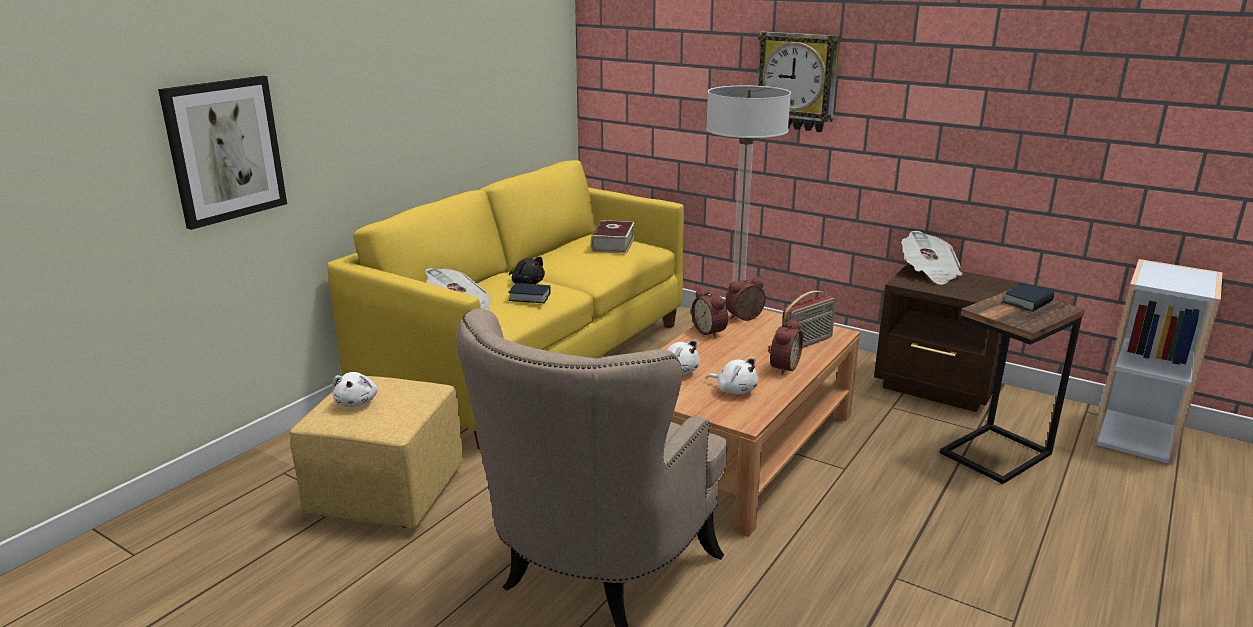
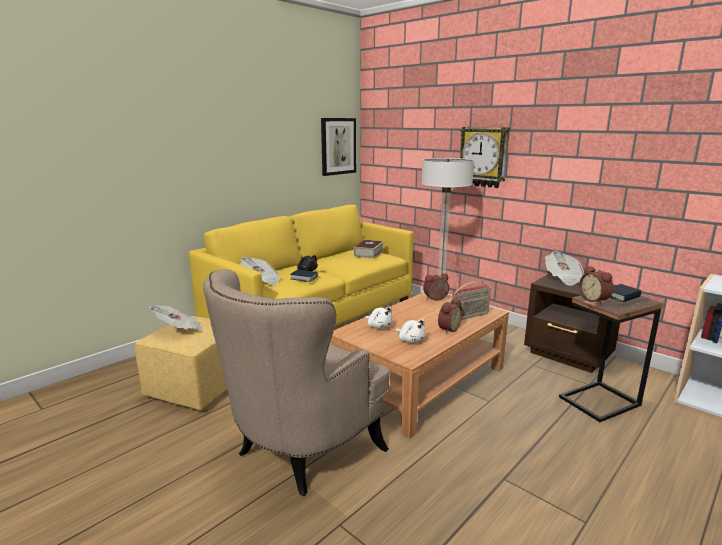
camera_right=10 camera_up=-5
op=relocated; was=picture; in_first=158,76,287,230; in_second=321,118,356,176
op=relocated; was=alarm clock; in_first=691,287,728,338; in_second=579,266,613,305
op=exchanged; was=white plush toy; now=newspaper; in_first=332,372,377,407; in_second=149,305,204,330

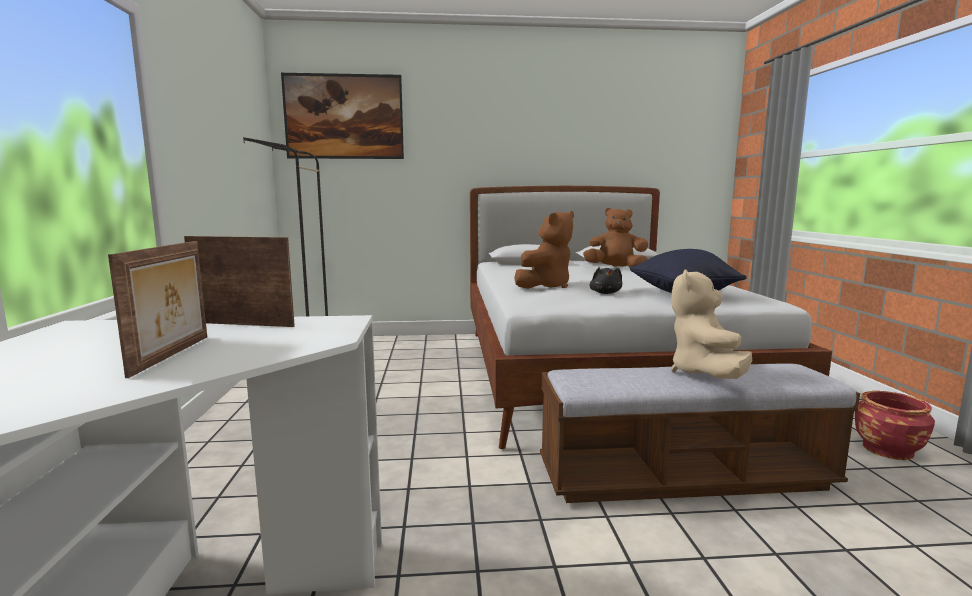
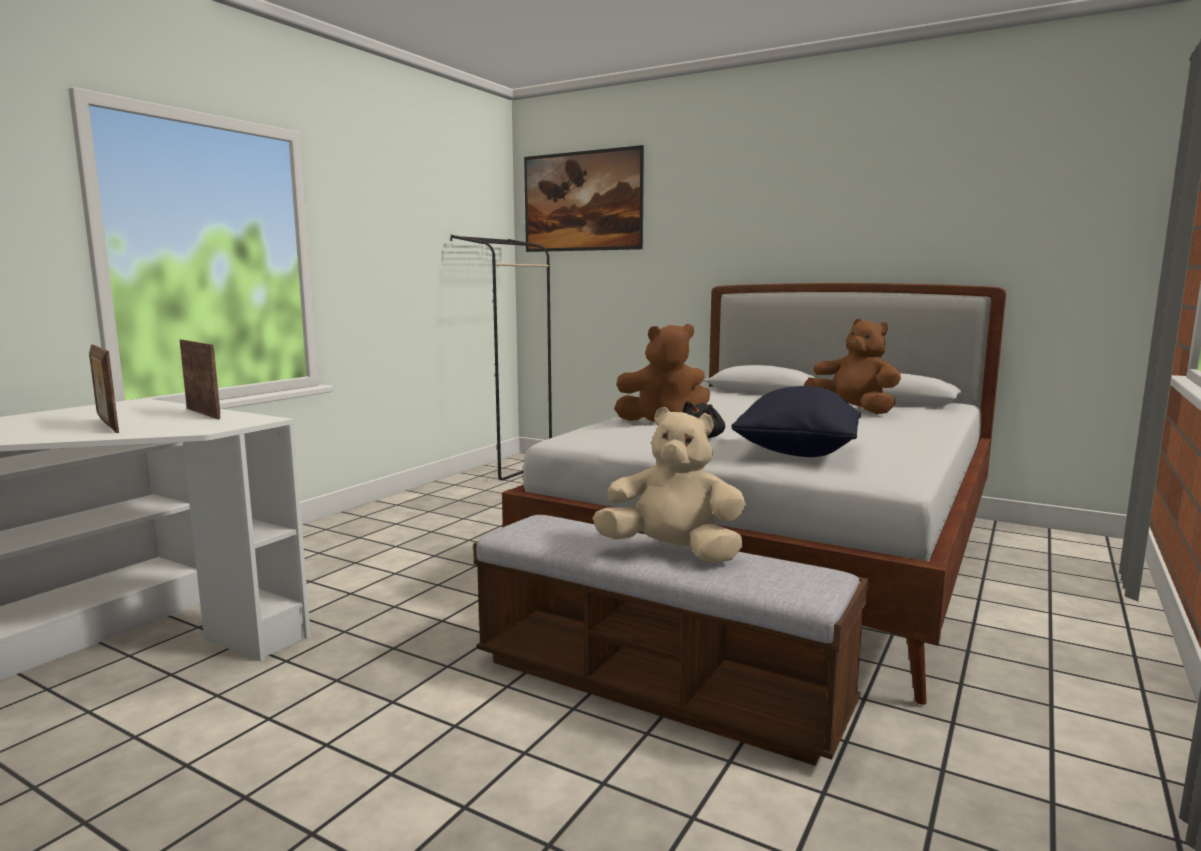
camera_right=35 camera_up=0
op=spun; was=picture frame; in_first=108,241,207,378; in_second=89,344,119,433; clockwise=105
op=spun; was=beige plush toy; in_first=671,269,752,379; in_second=592,407,746,563; clockwise=60
op=missing; was=red planter; in_first=855,391,935,460

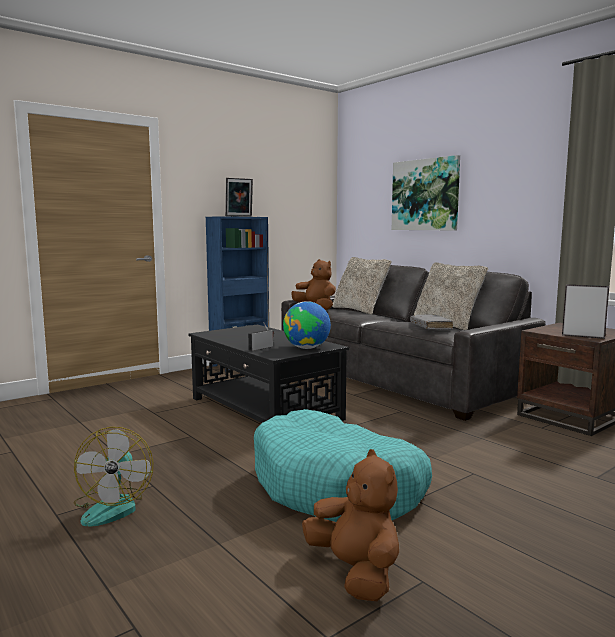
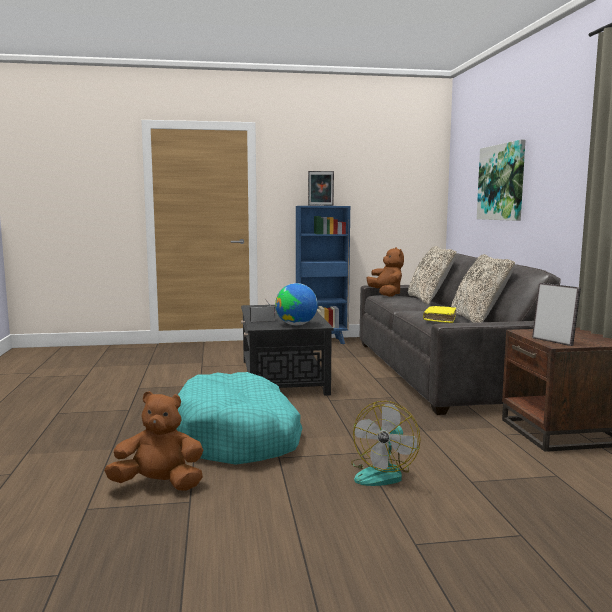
camera_right=30 camera_up=0
op=colour; was=grey book; now=yellow book; in_first=410,314,453,330; in_second=423,306,456,323
op=relocated; was=fan; in_first=74,427,153,527; in_second=351,401,421,486
op=spun; was=brown plush toy; in_first=302,449,399,601; in_second=104,391,203,491; clockwise=-90

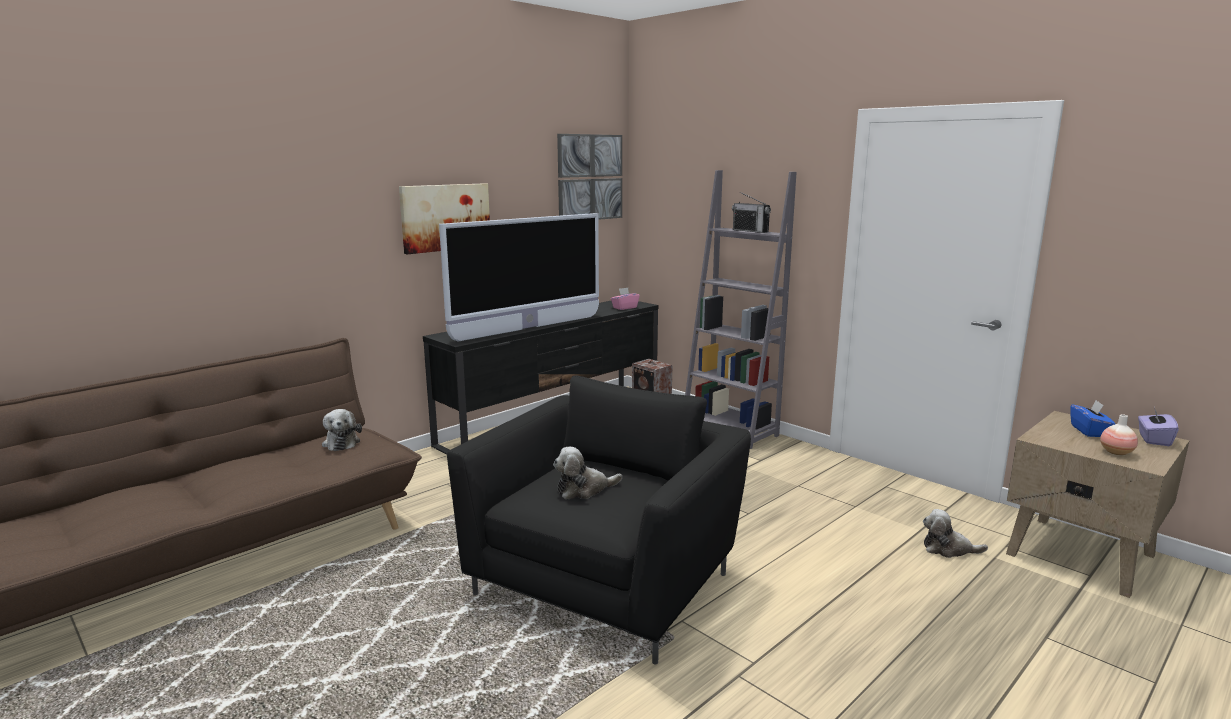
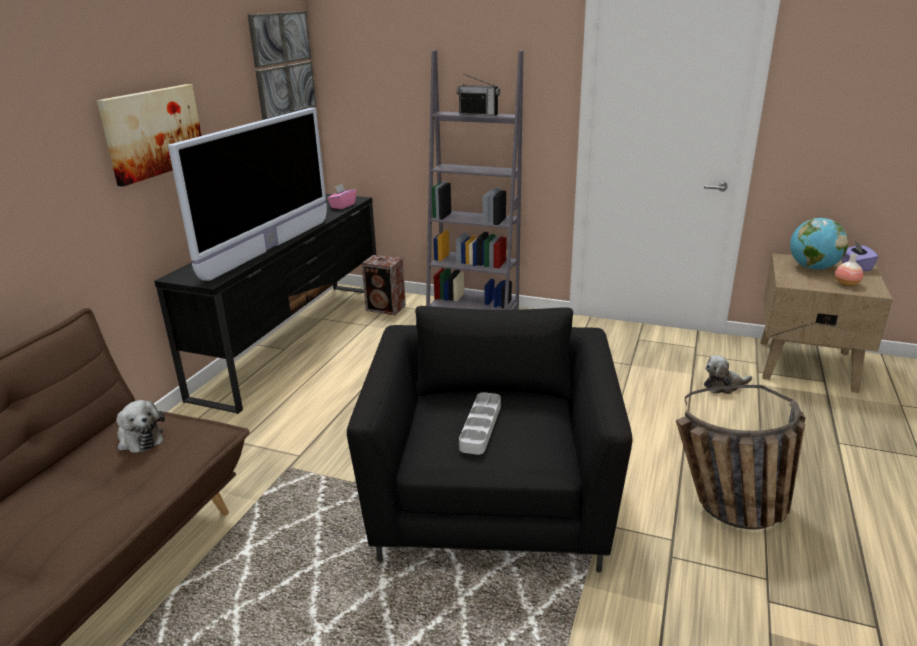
camera_right=-25 camera_up=10
op=exchanged; was=blue tissue box; now=globe; in_first=1071,400,1115,437; in_second=790,218,848,270
op=exchanged; was=plush toy; now=grey tray; in_first=553,447,622,499; in_second=459,392,501,455
op=appeared; now=basket; in_second=676,385,805,529

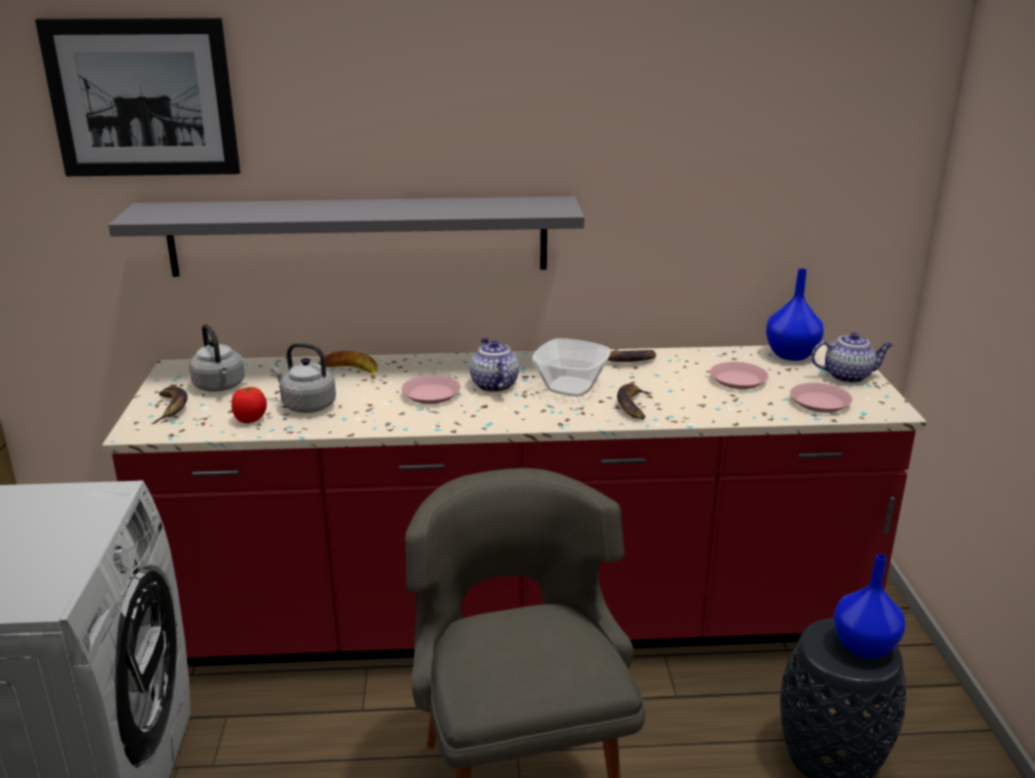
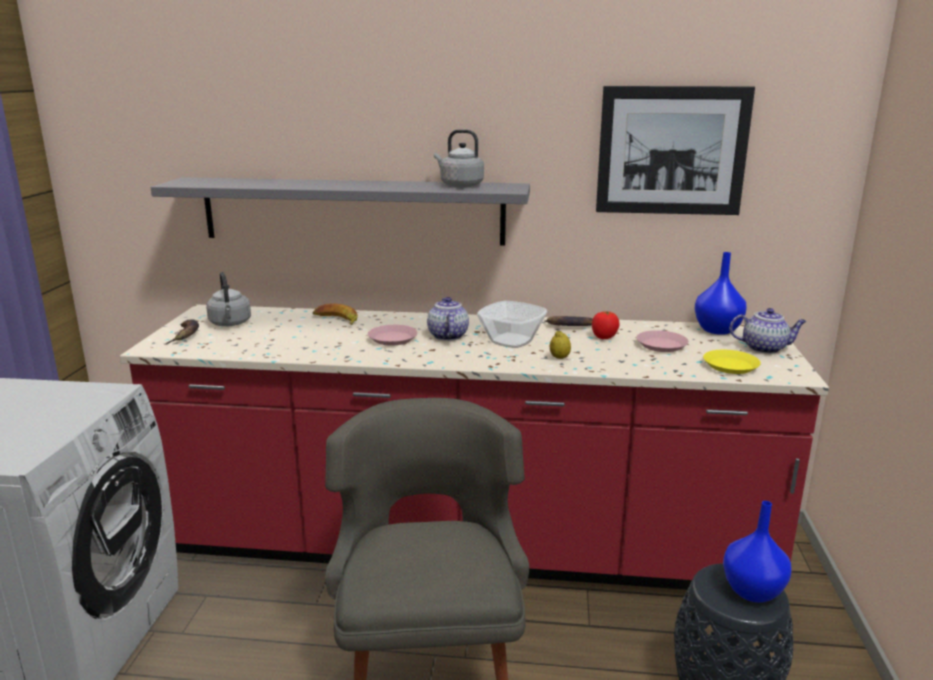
camera_right=10 camera_up=-5
op=relocated; was=picture; in_first=35,18,240,176; in_second=596,86,755,215
op=relocated; was=grey kettle; in_first=271,343,336,413; in_second=434,129,484,187
op=colour; was=pink plate; now=yellow plate; in_first=790,383,853,413; in_second=703,350,761,374
op=exchanged; was=banana; now=lemon; in_first=617,384,652,420; in_second=550,331,571,359
op=relocated; was=tomato; in_first=231,387,267,423; in_second=592,311,620,339

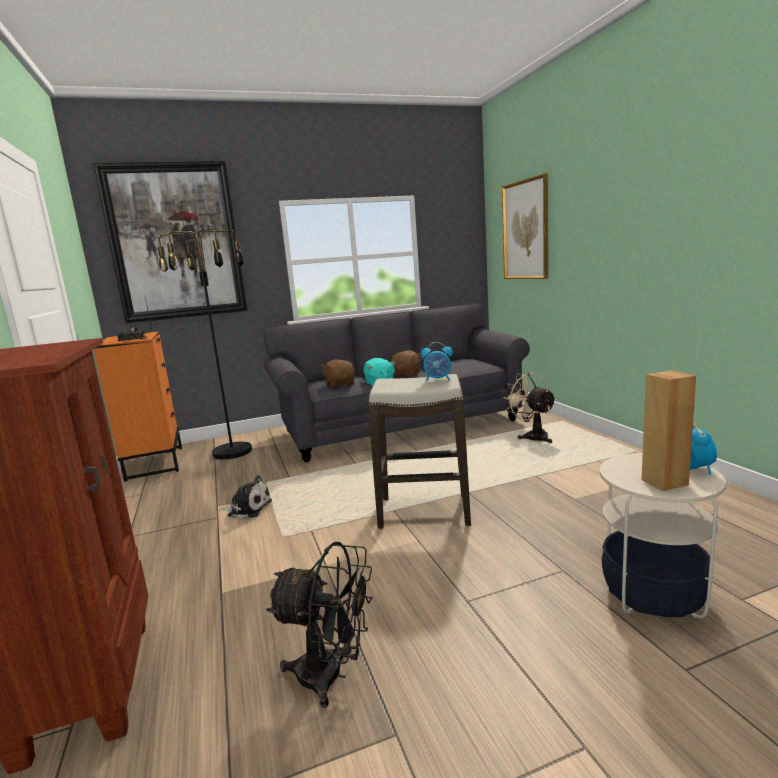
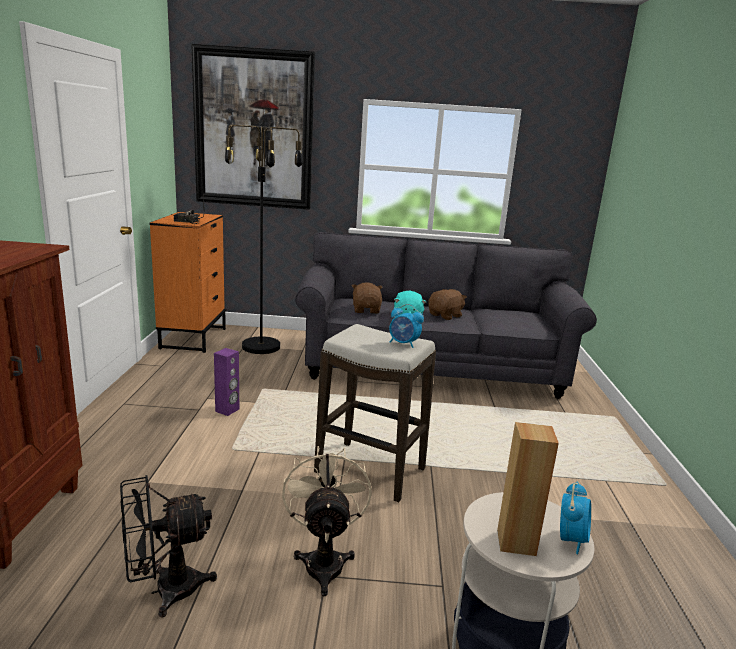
camera_right=20 camera_up=5
op=missing; was=picture; in_first=502,173,548,279
op=relocated; was=beige fan; in_first=503,372,556,443; in_second=282,446,372,596
op=exchanged; was=plush toy; now=purple speaker; in_first=219,475,272,519; in_second=214,348,239,416
op=spun; was=black fan; in_first=266,542,373,708; in_second=120,475,217,618; clockwise=120

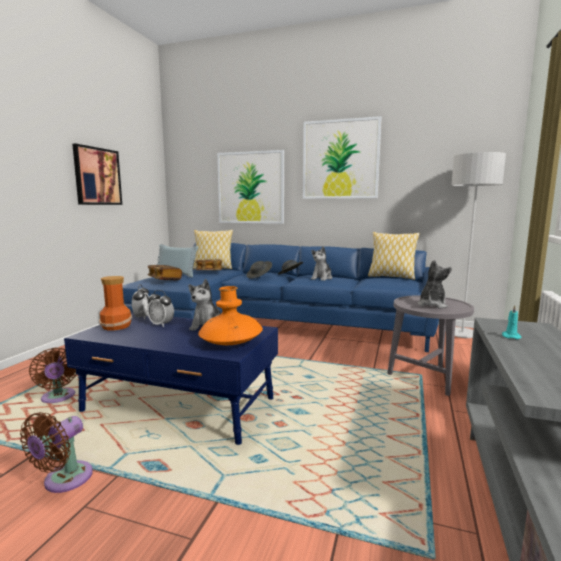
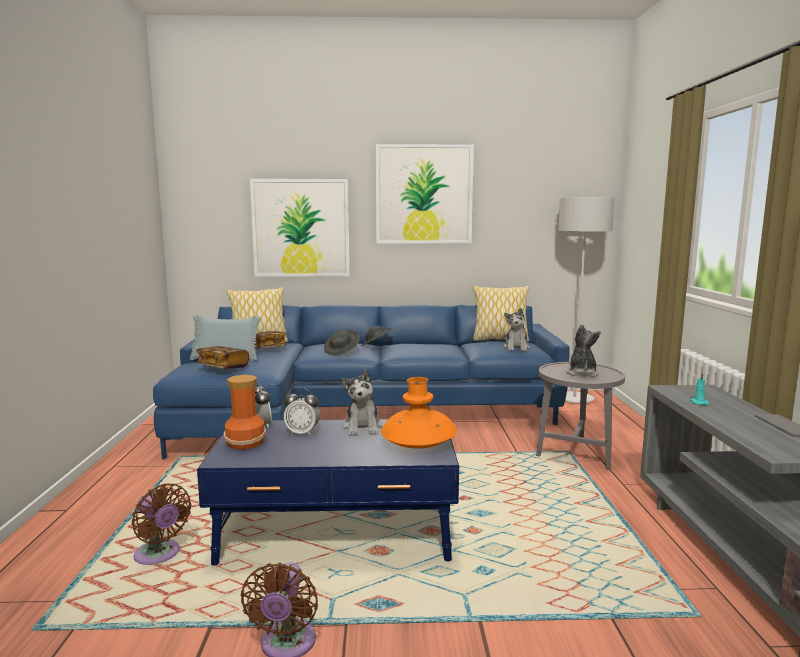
camera_right=-20 camera_up=0
op=missing; was=picture; in_first=72,144,122,205
op=relocated; was=plush toy; in_first=311,246,333,281; in_second=503,308,530,351

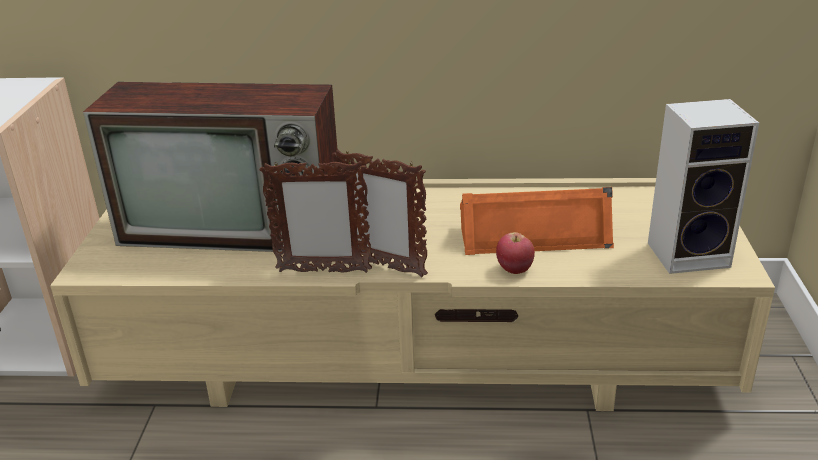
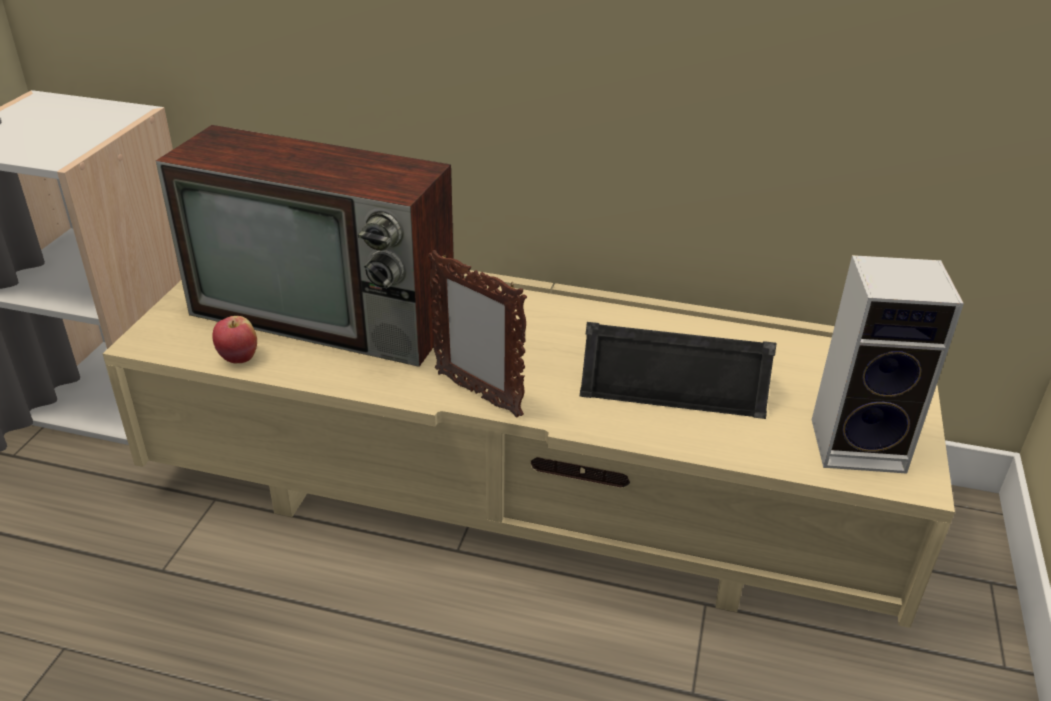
camera_right=10 camera_up=5
op=missing; was=picture frame; in_first=259,161,372,273
op=colour; was=orange speaker; now=black speaker; in_first=460,187,614,255; in_second=580,322,777,419
op=relocated; was=apple; in_first=496,232,535,274; in_second=212,316,257,363

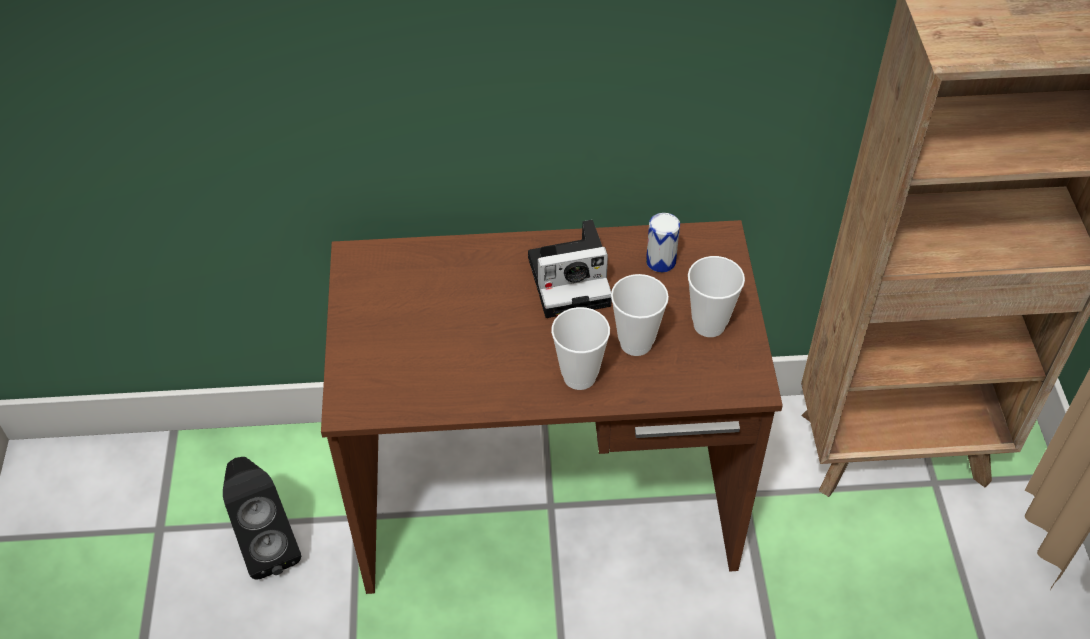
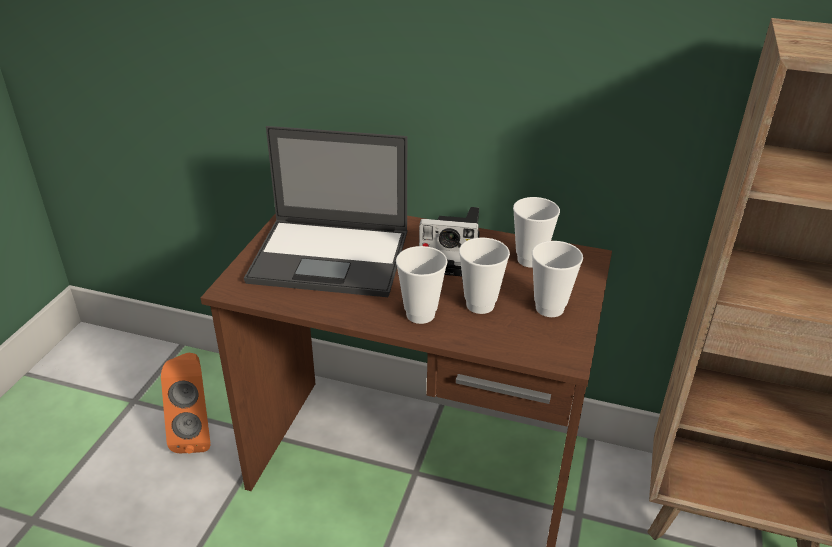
camera_right=20 camera_up=-15
op=exchanged; was=can; now=cup; in_first=646,213,680,272; in_second=513,197,560,268
op=colour; was=black speaker; now=orange speaker; in_first=223,457,301,579; in_second=161,353,210,453
op=appeared; now=laptop; in_second=244,126,408,297

